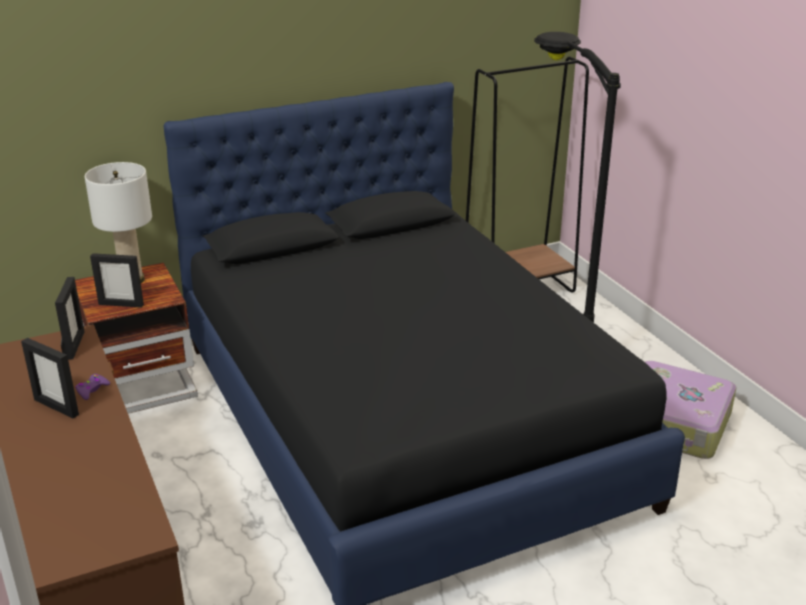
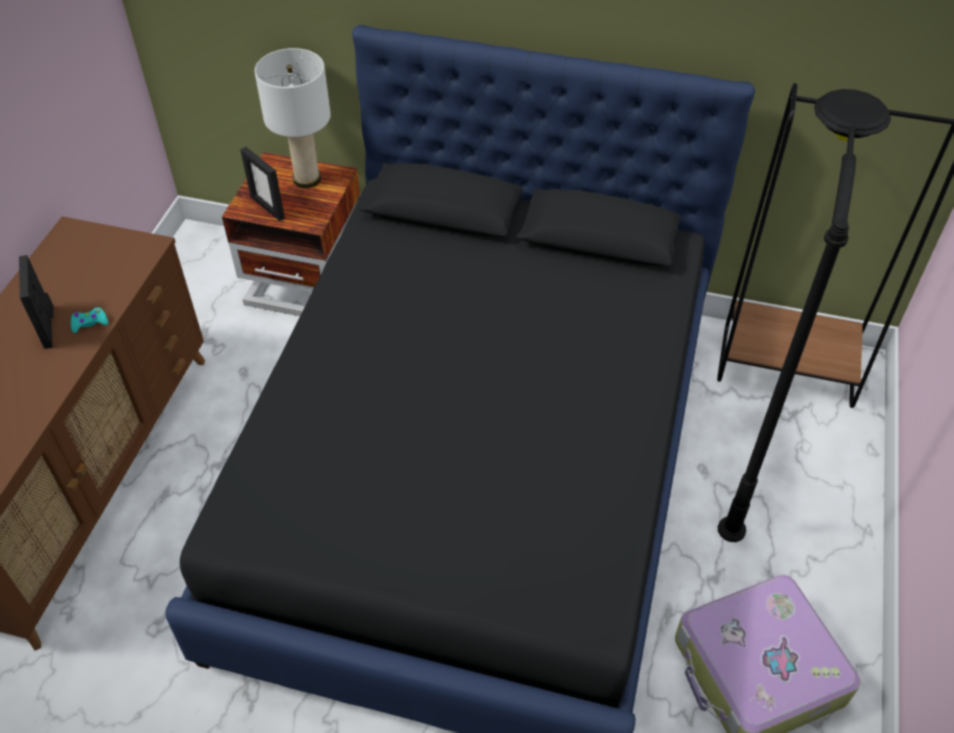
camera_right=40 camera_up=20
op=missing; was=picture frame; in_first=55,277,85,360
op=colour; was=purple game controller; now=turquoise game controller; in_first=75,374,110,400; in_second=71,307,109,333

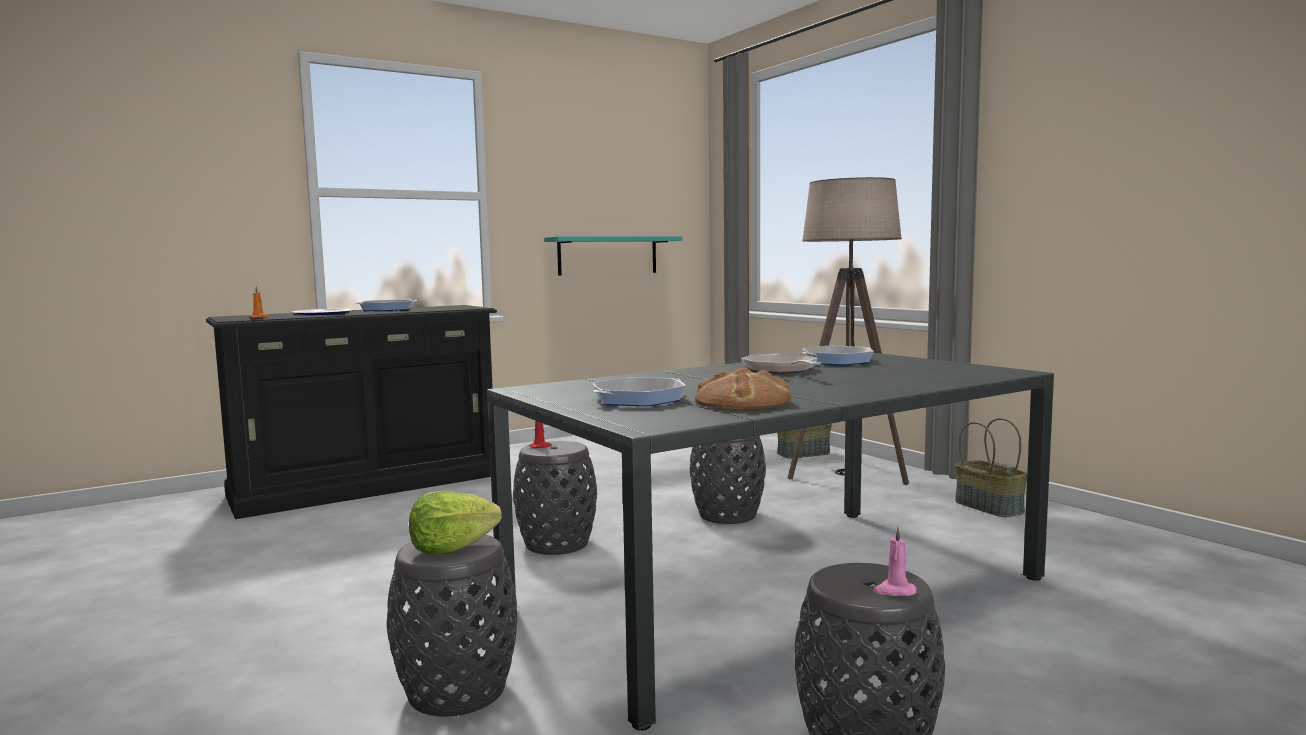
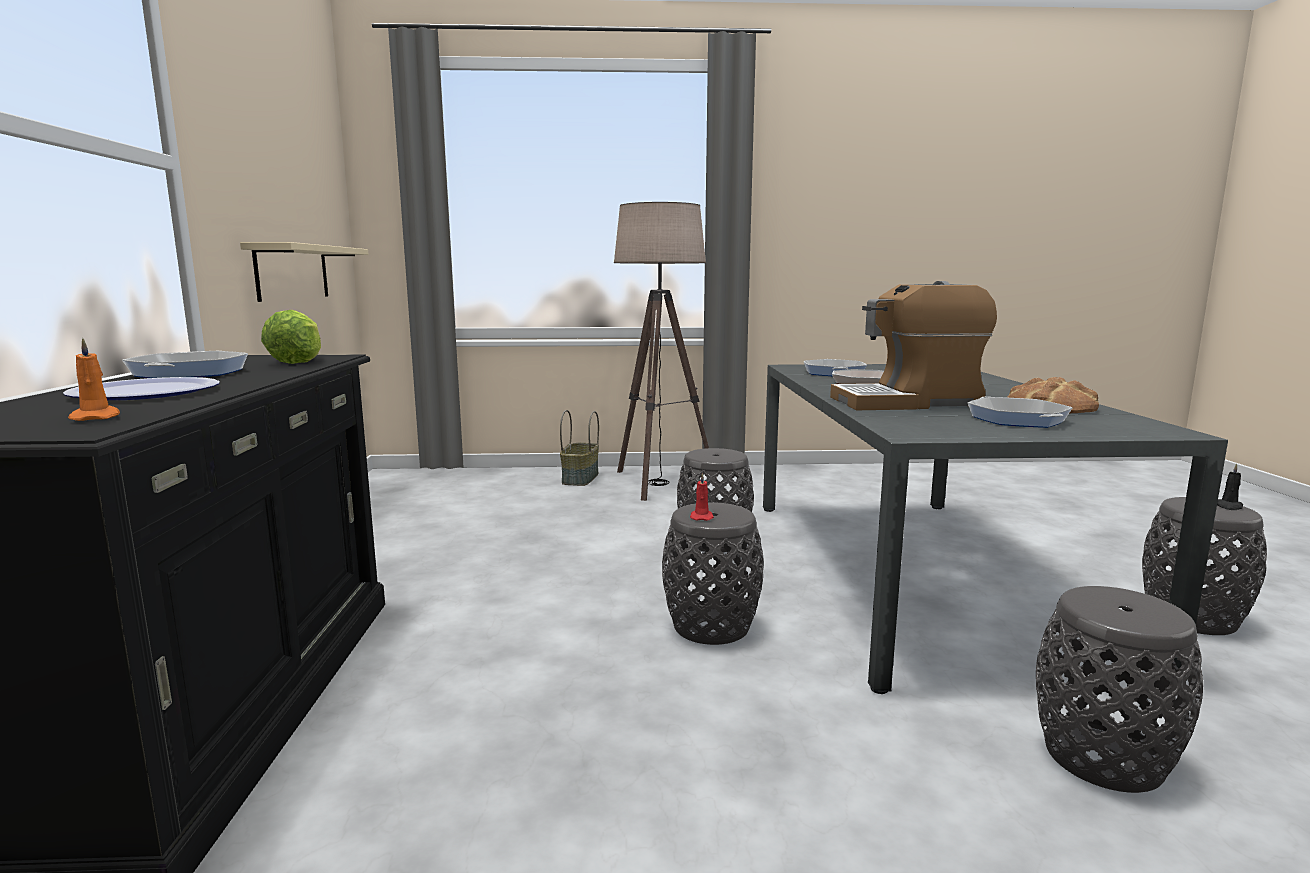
camera_right=-60 camera_up=5
op=colour; was=turquoise shelf; now=beige shelf; in_first=544,236,683,276; in_second=240,242,369,302
op=missing; was=basket; in_first=955,418,1027,517
op=relocated; was=lettuce; in_first=409,491,502,555; in_second=261,310,321,364
op=colour; was=pink candle; now=black candle; in_first=873,526,917,596; in_second=1217,463,1243,510
op=appeared; now=coffee machine; in_second=830,281,997,410

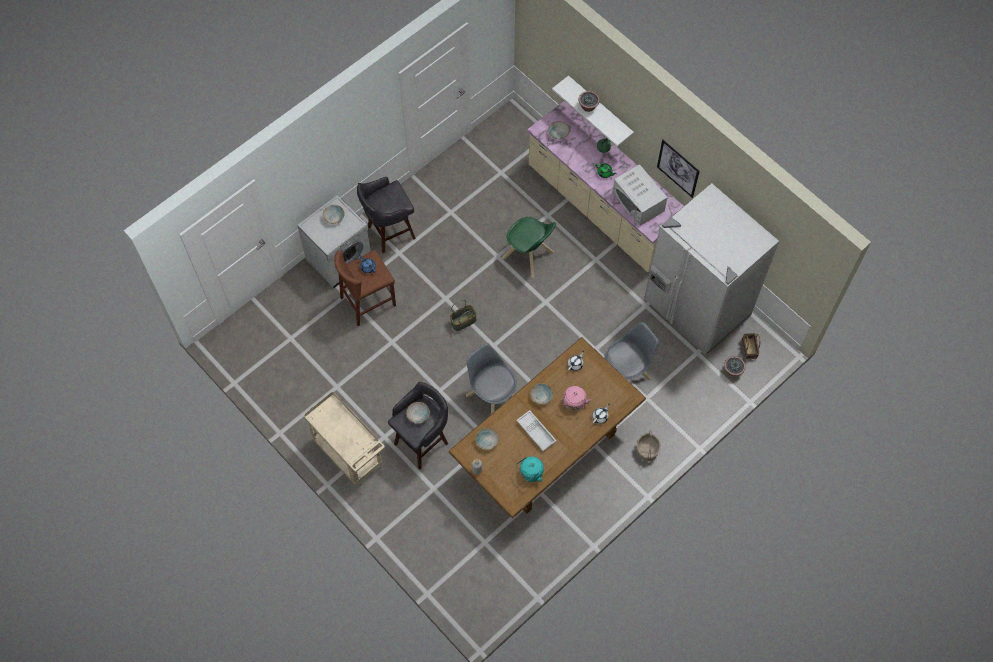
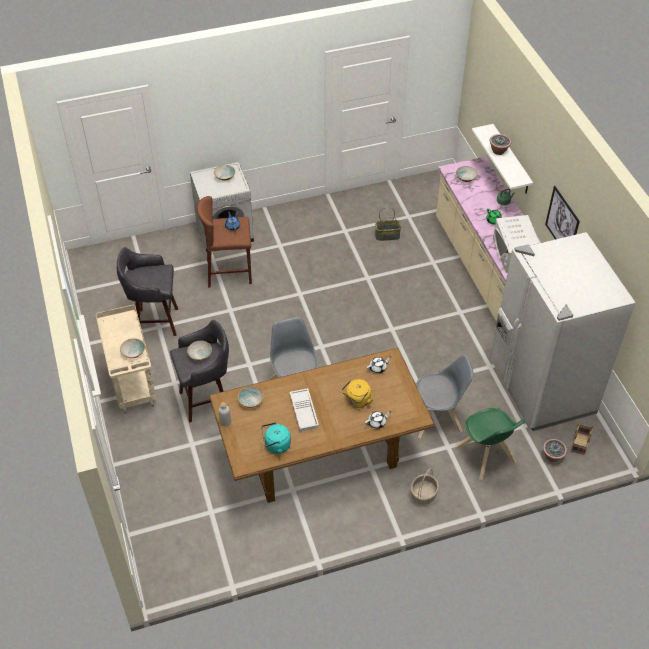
camera_right=25 camera_up=-15
op=relocated; was=grey stool; in_first=357,177,416,253; in_second=117,247,178,336
op=relocated; was=green chair; in_first=502,217,556,278; in_second=455,408,525,480
op=relocated; was=basket; in_first=450,299,477,331; in_second=375,207,401,241
op=relocated; was=bowl; in_first=530,383,553,405; in_second=120,338,145,358
op=colour; was=pink kettle; now=yellow kettle; in_first=562,386,591,411; in_second=341,379,374,408

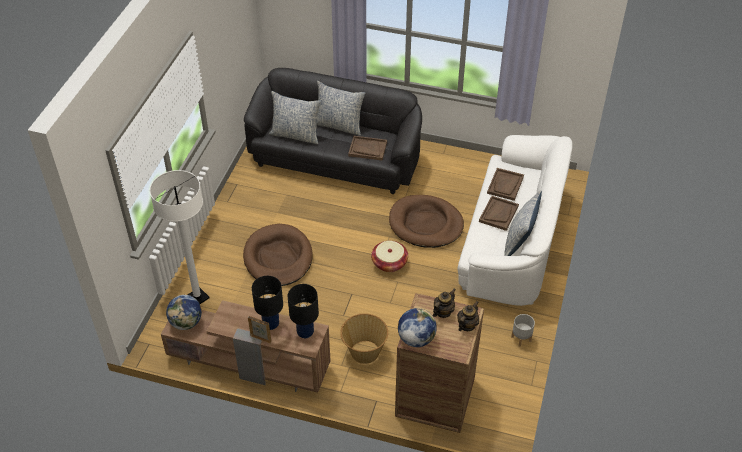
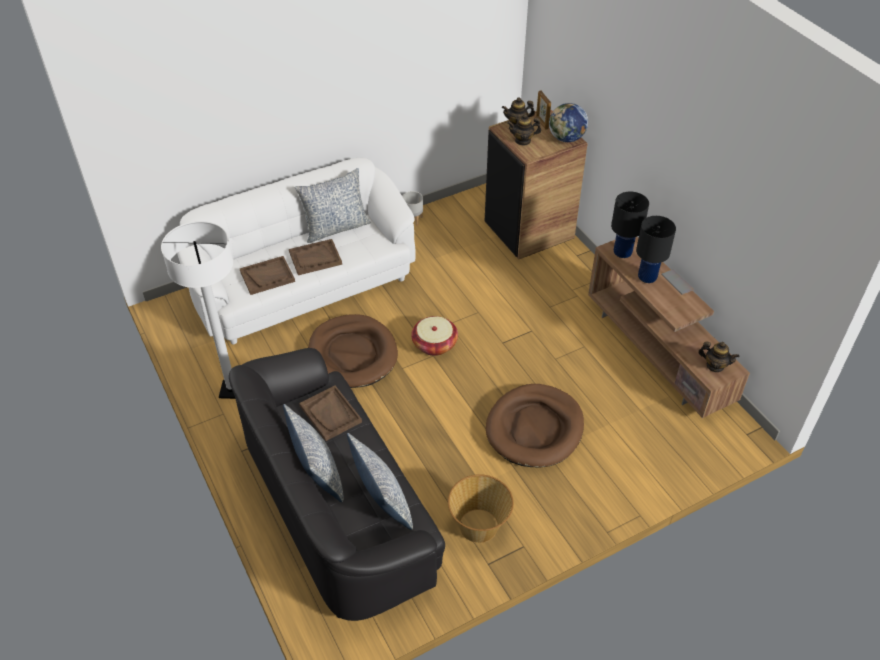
camera_right=-135 camera_up=0
op=relocated; was=white floor lamp; in_first=150,170,210,304; in_second=161,221,235,399
op=exchanged; was=globe; now=teapot; in_first=166,295,202,330; in_second=698,341,740,372
op=relocated; was=basket; in_first=340,313,388,364; in_second=448,474,514,543
op=relocated; was=picture frame; in_first=248,316,271,343; in_second=536,91,551,129

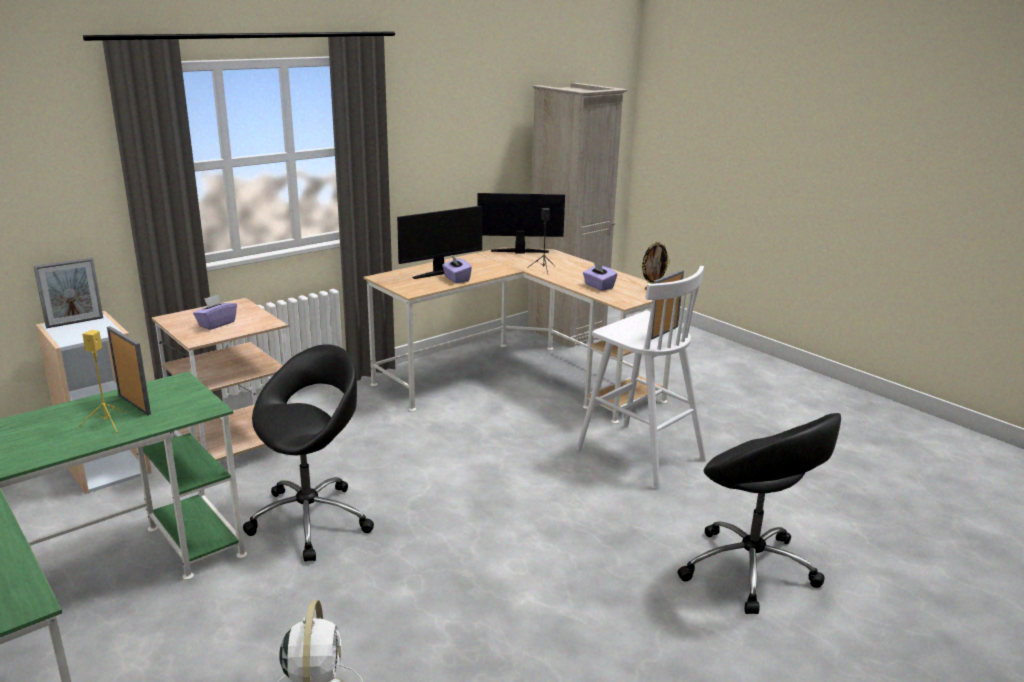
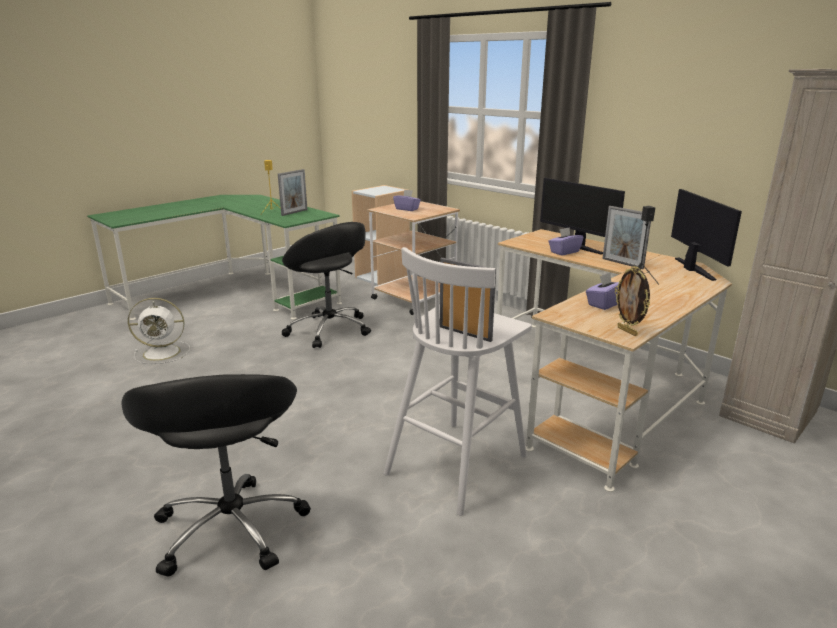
camera_right=85 camera_up=0
op=relocated; was=picture frame; in_first=34,258,103,328; in_second=602,206,651,269
op=spun; was=black office chair; in_first=678,413,841,614; in_second=122,374,311,576; clockwise=-60

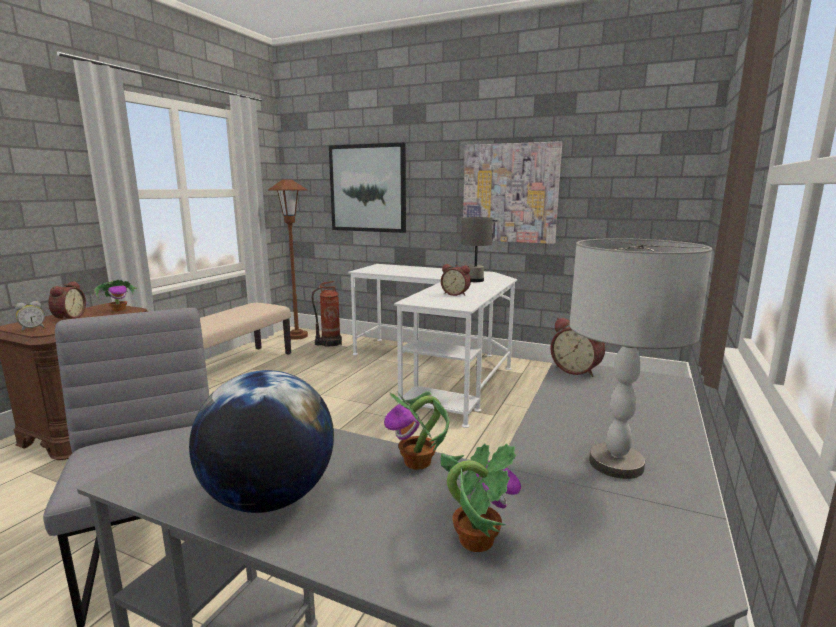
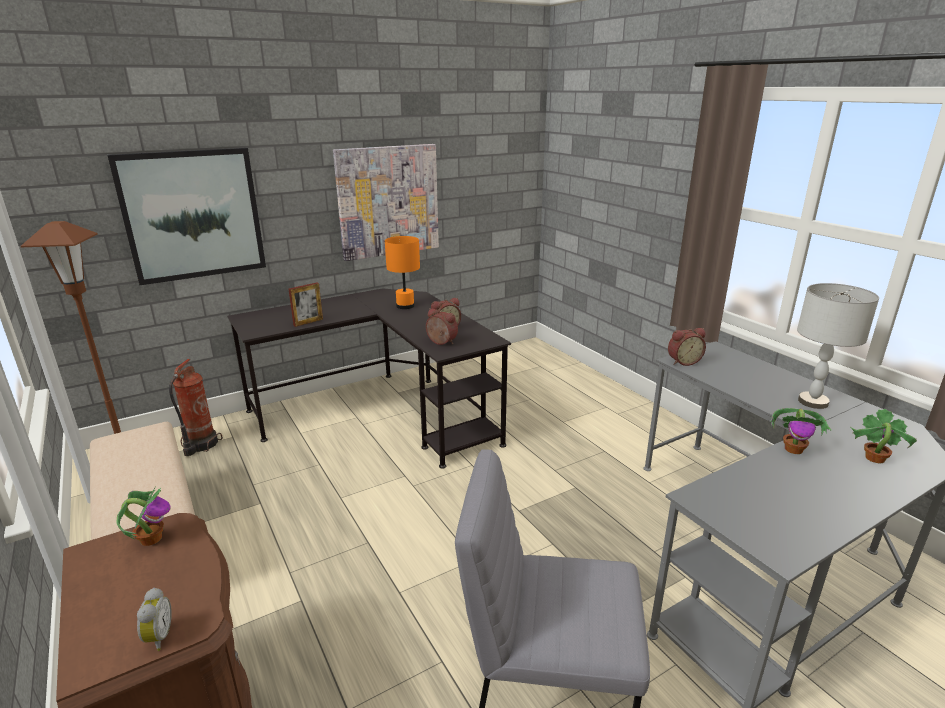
camera_right=-55 camera_up=10
op=colour; was=grey table lamp; now=orange table lamp; in_first=461,217,493,282; in_second=385,236,420,309
op=colour; was=white desk; now=black desk; in_first=348,264,517,428; in_second=227,288,511,469
op=relocated; was=alarm clock; in_first=48,281,86,320; in_second=426,308,458,345
op=missing; was=globe; in_first=189,370,334,513
op=appeared; now=picture frame; in_second=289,282,323,327

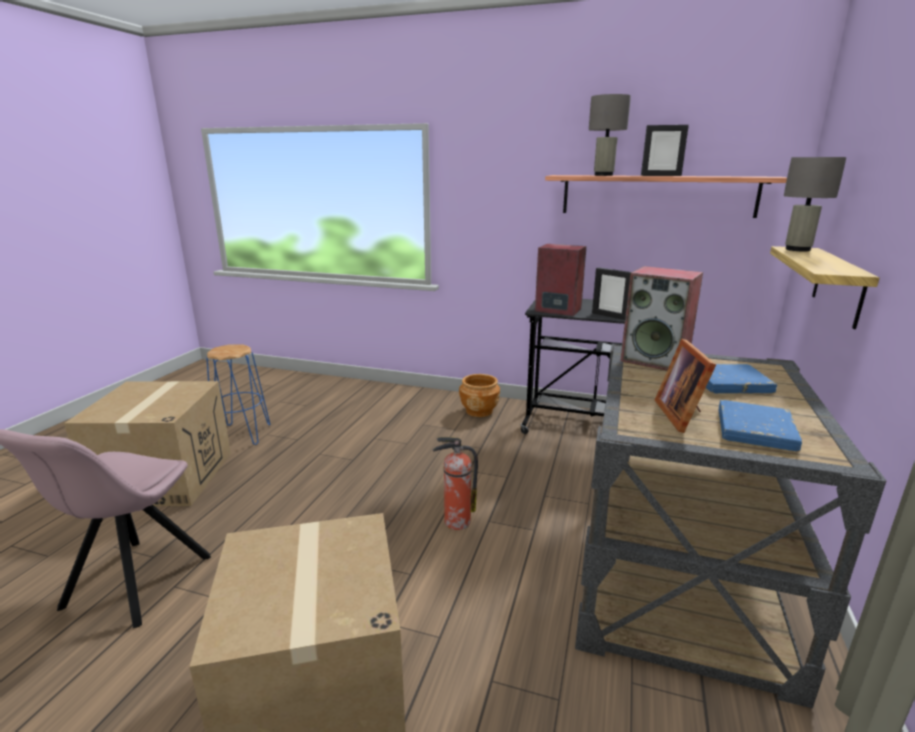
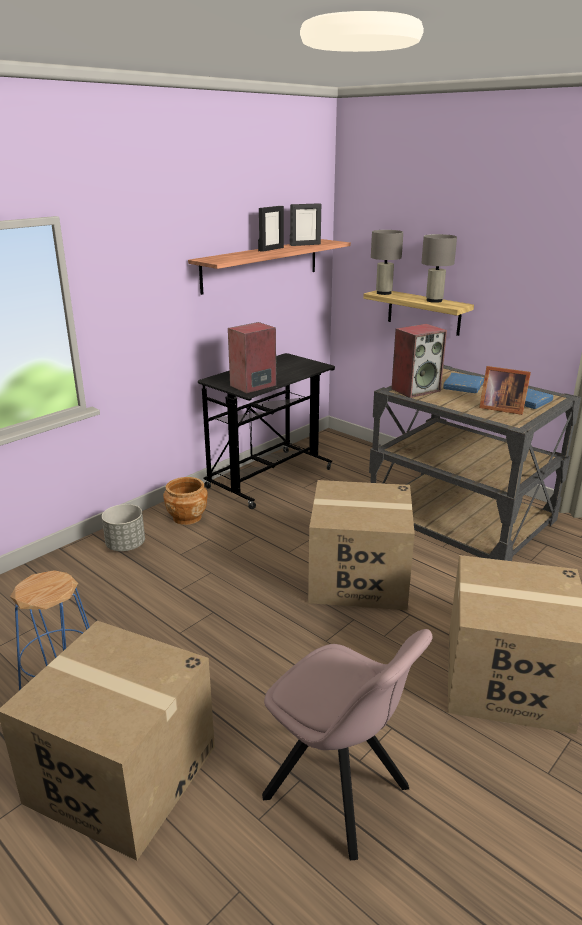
camera_right=-65 camera_up=5
op=relocated; was=grey table lamp; in_first=589,94,631,176; in_second=422,234,457,303
op=relocated; was=picture frame; in_first=592,267,631,320; in_second=290,203,321,246
op=exchanged; was=fire extinguisher; now=cardboard box; in_first=433,437,478,530; in_second=308,480,415,610
op=appeared; now=grey planter; in_second=102,504,145,551

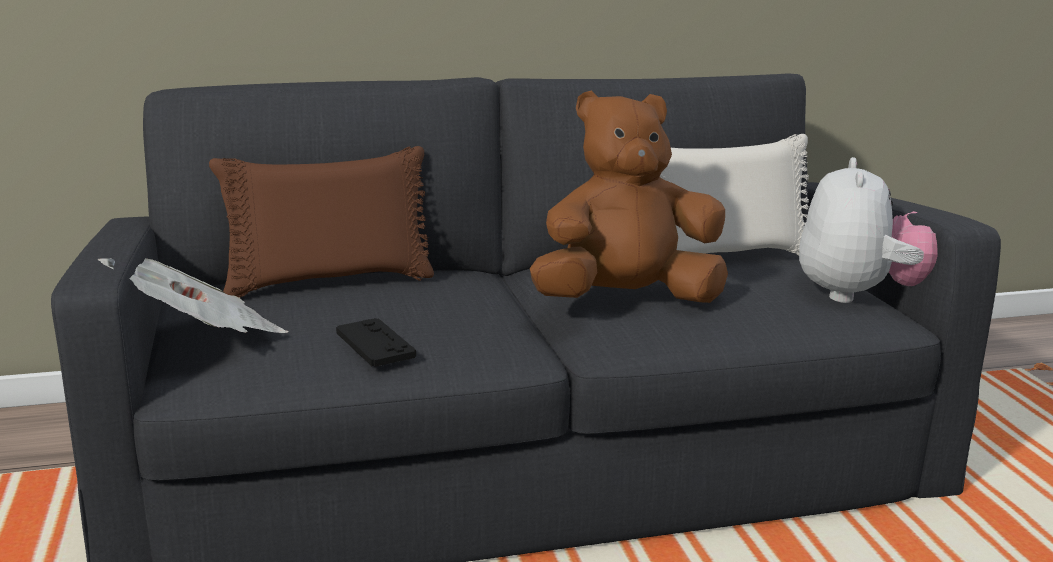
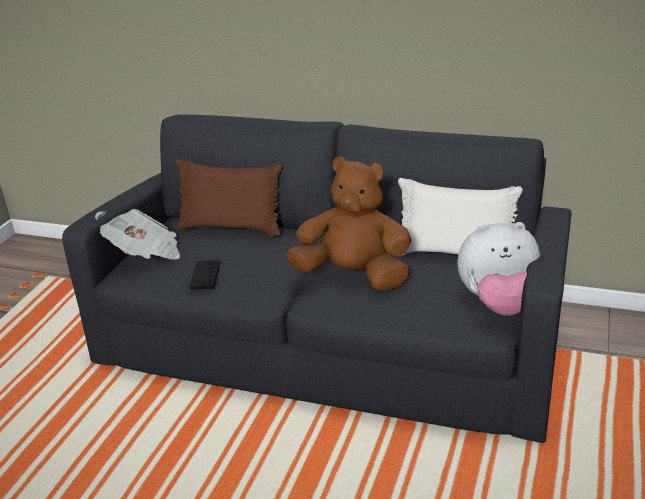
camera_right=35 camera_up=10
op=spun; was=plush toy; in_first=799,157,938,303; in_second=457,222,540,316; clockwise=45

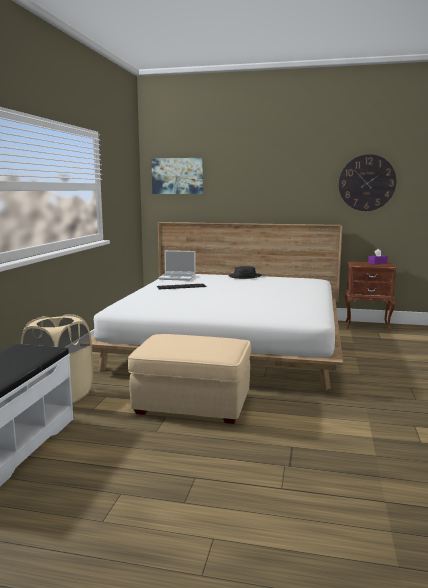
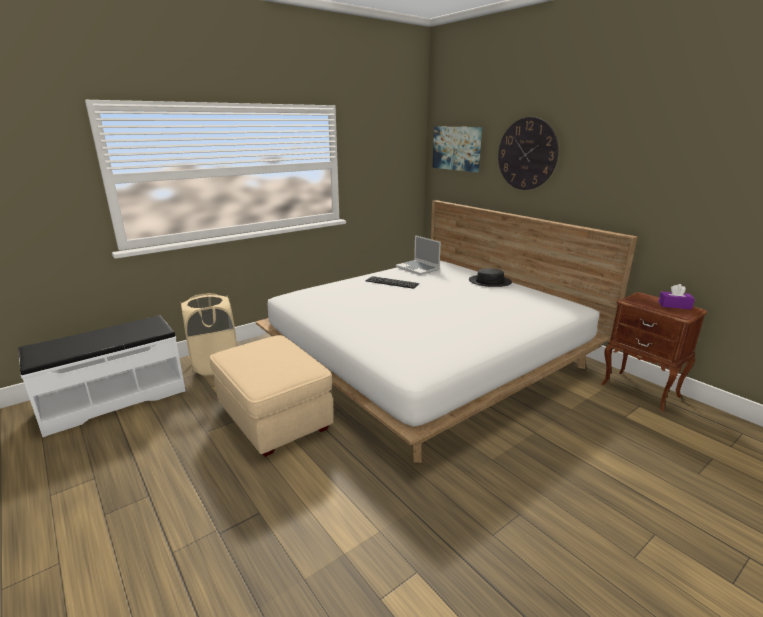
camera_right=40 camera_up=10
op=relocated; was=wall clock; in_first=339,154,397,211; in_second=498,117,558,190

